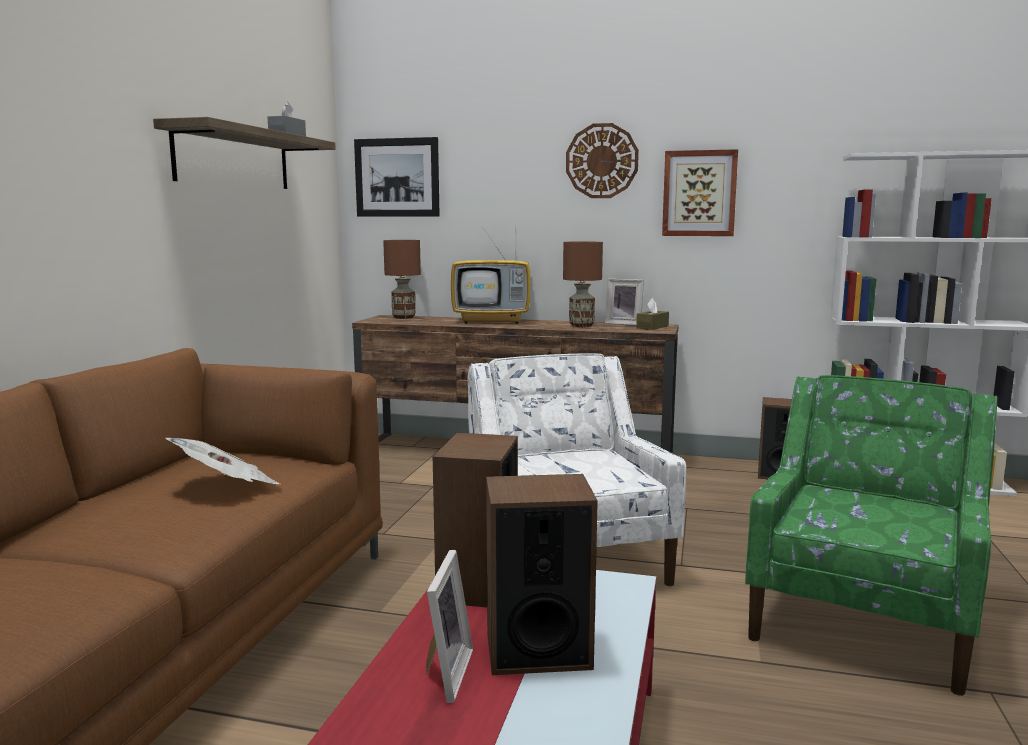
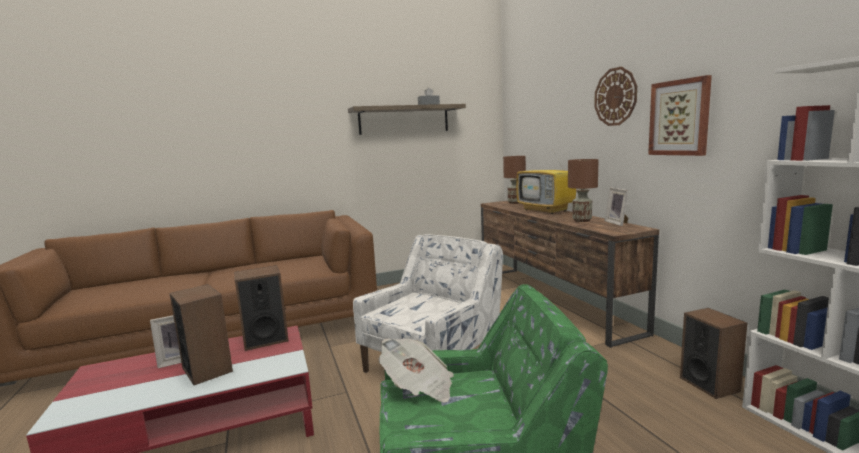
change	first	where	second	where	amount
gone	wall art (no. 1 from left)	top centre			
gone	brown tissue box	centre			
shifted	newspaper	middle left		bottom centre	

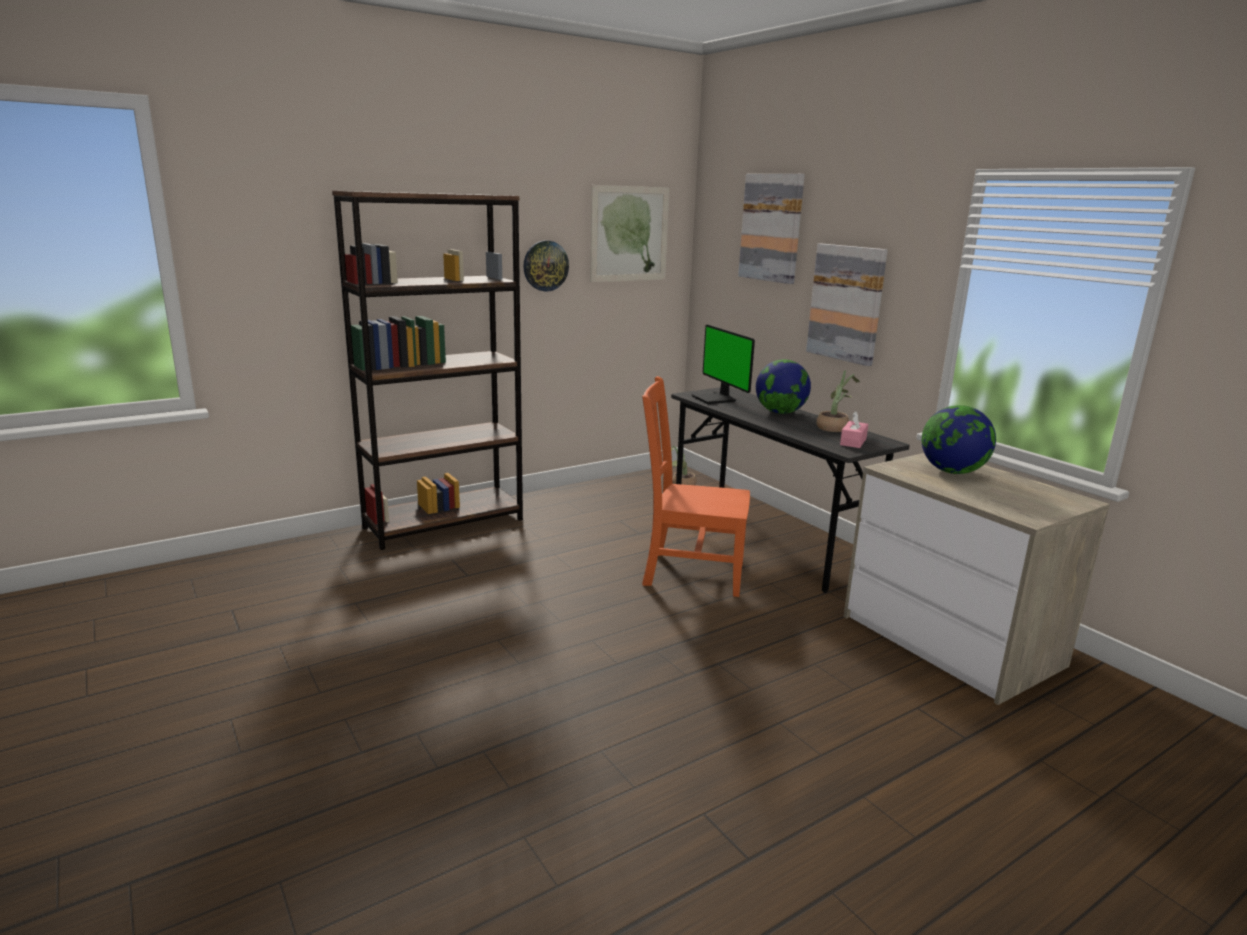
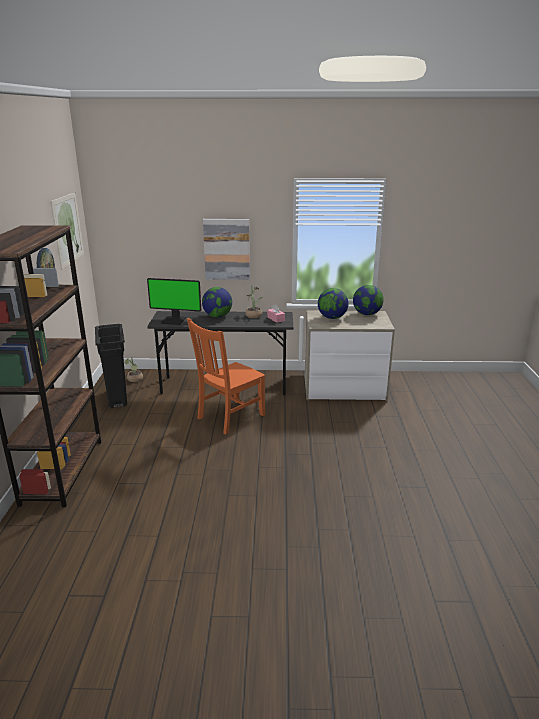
change	first	where	second	where	amount
gone	wall art (no. 2 from left)	top centre			
new			desk globe (no. 3 from left)	middle right	
new			black rubbish bin	middle left	

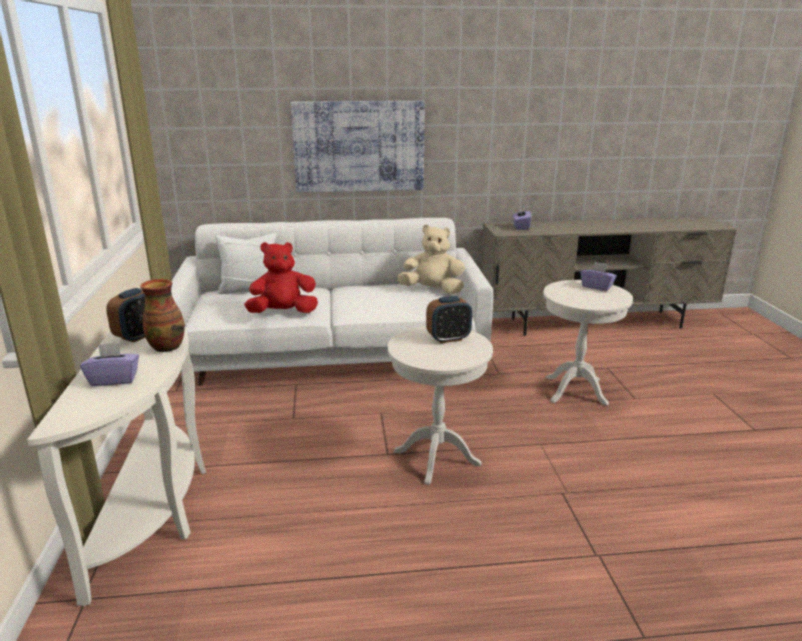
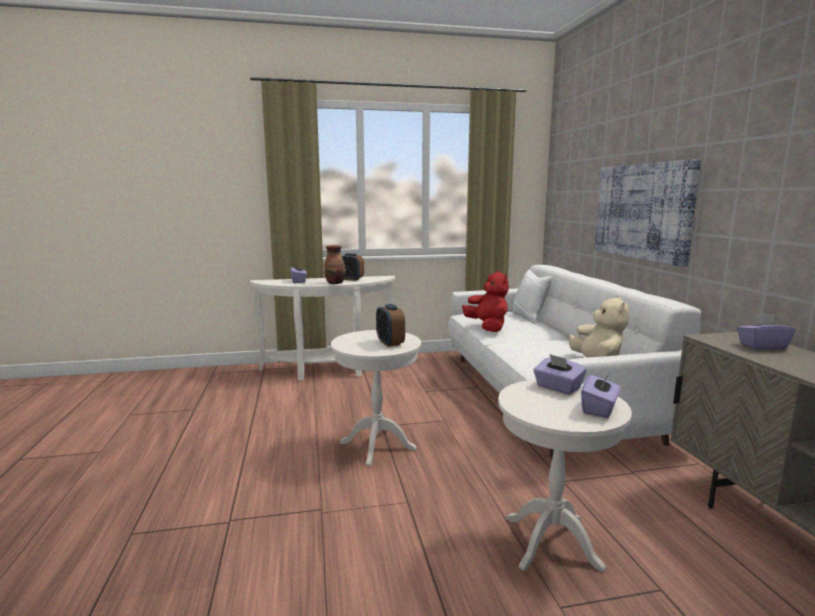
change	first	where	second	where	amount
new			purple-coloured tissue box (no. 2 from left)	middle right	

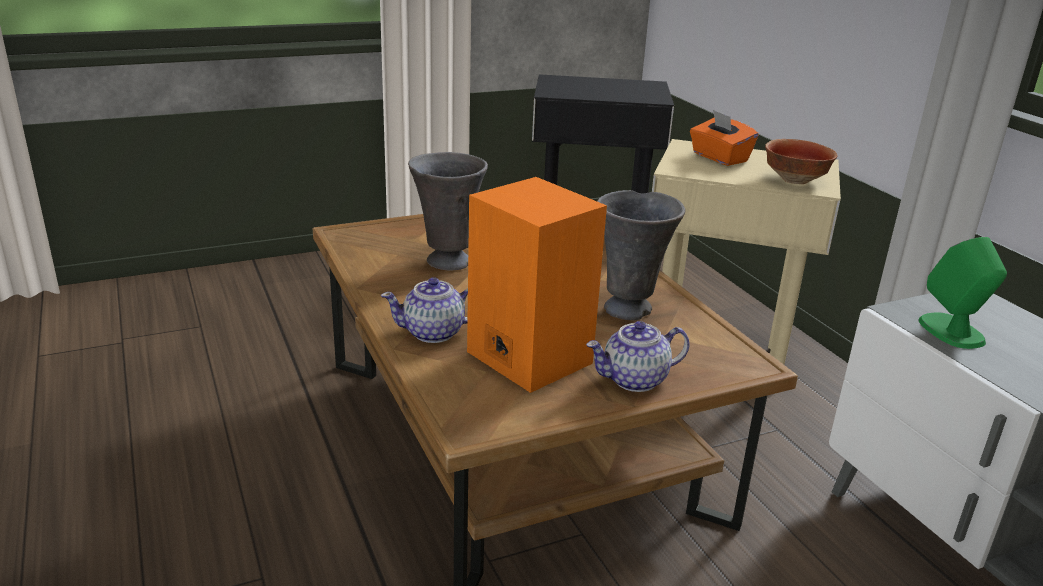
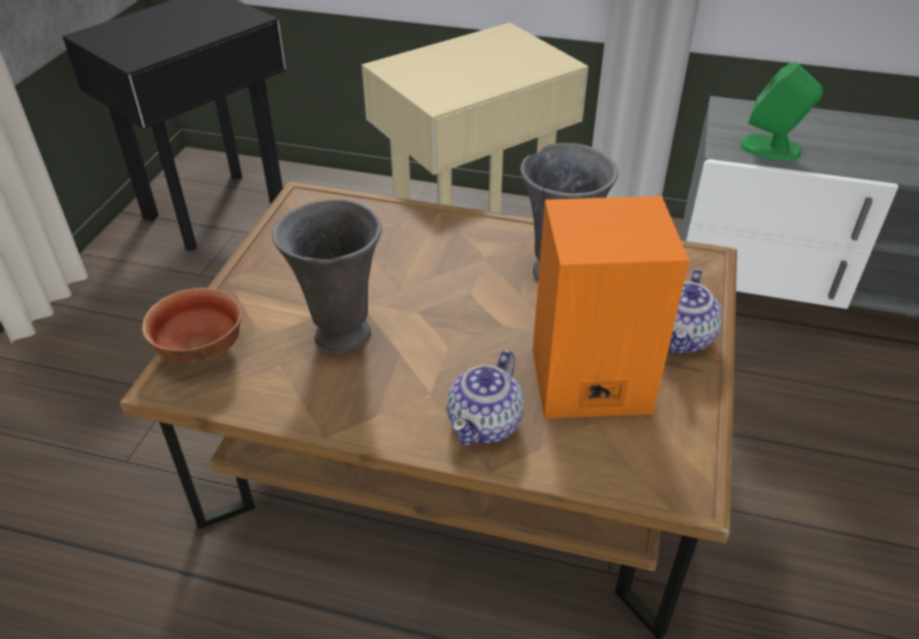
change	first	where	second	where	amount
gone	orange tissue box	top right			
shifted	deep dish	top right		middle left	

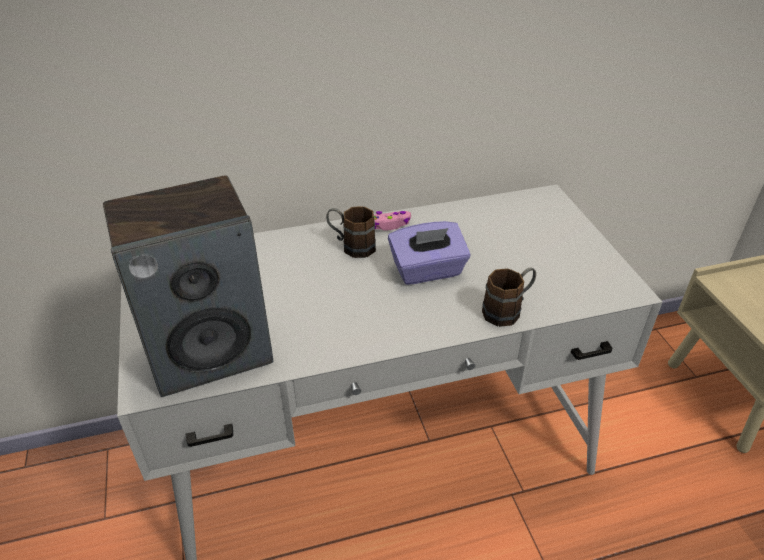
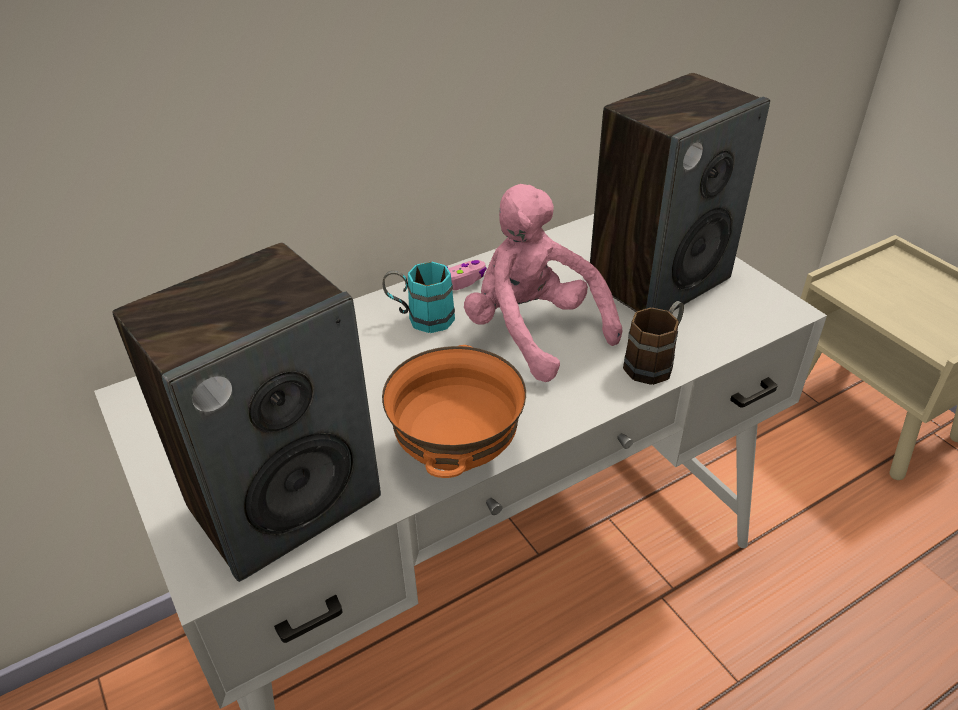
change	first	where	second	where	amount
repainted	brown mug (no. 1 from left)	centre	turquoise-coloured mug	centre	
swapped	purple-coloured tissue box	centre	pinkish cuddly toy	centre	
new			audio speaker (no. 2 from left)	top right	
new			orange deep dish	centre	

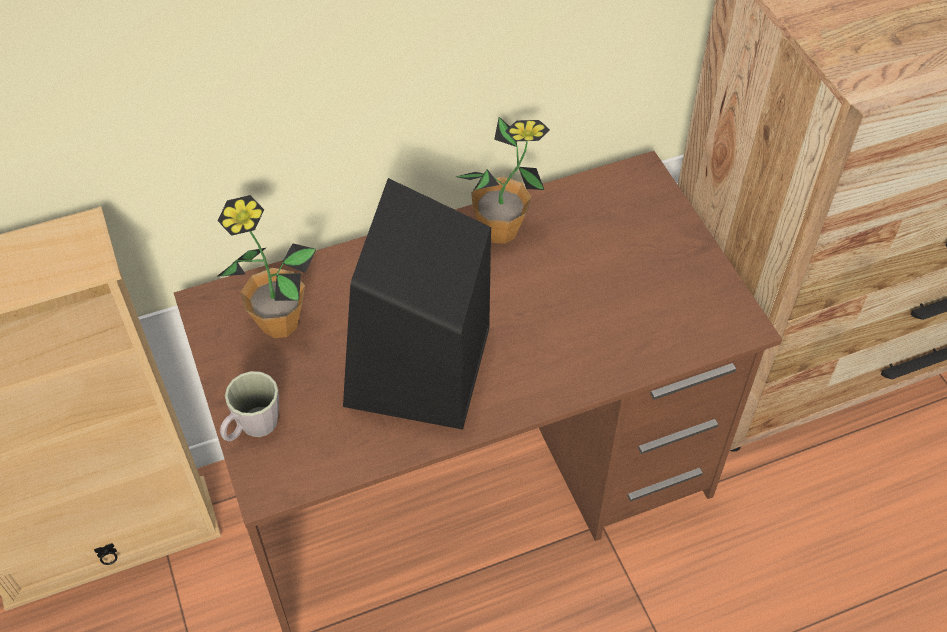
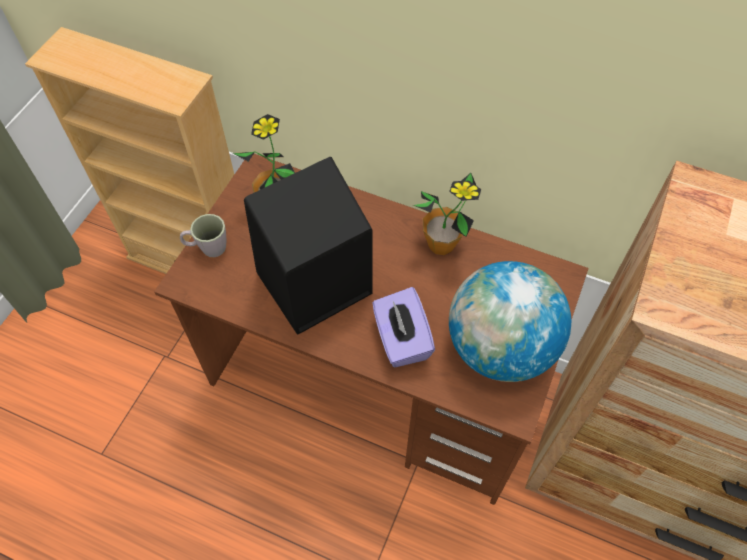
change	first	where	second	where	amount
new			desk globe	middle right	
new			purple-coloured tissue box	centre	

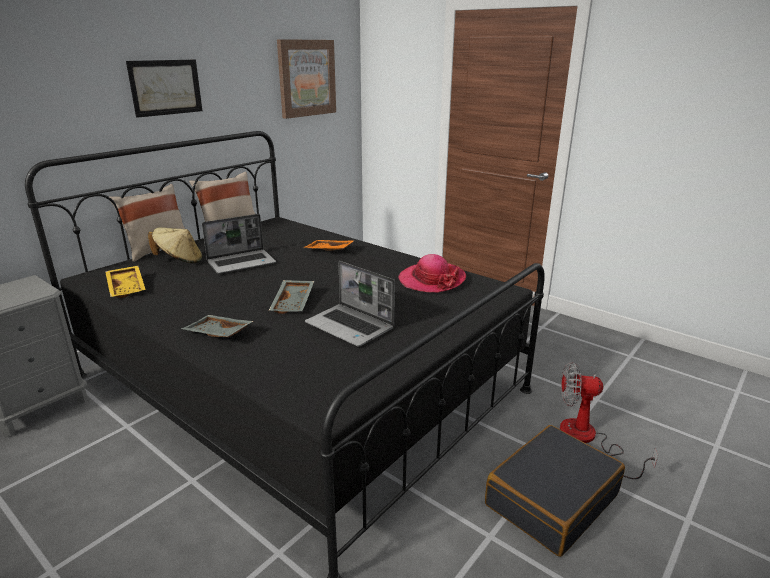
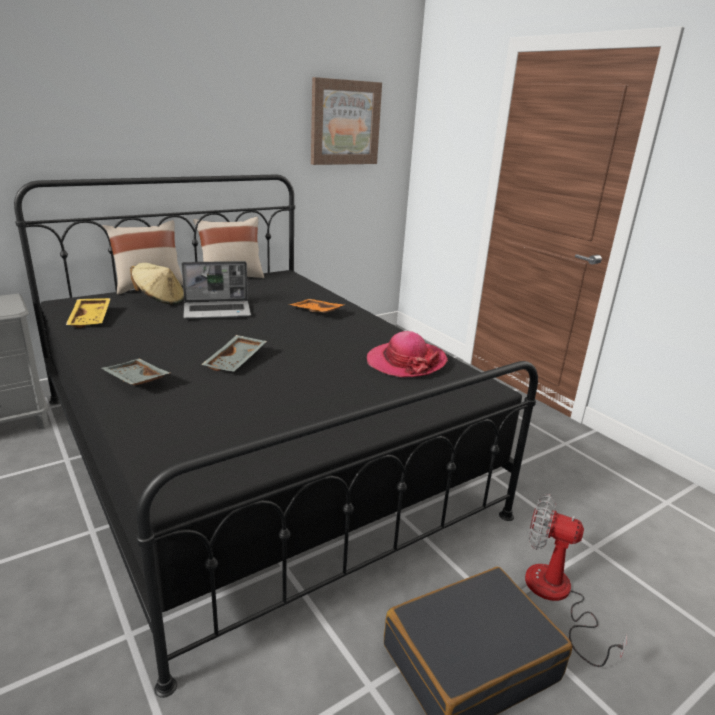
change	first	where	second	where	amount
gone	wall art (no. 1 from left)	top left			
gone	laptop (no. 2 from left)	centre			

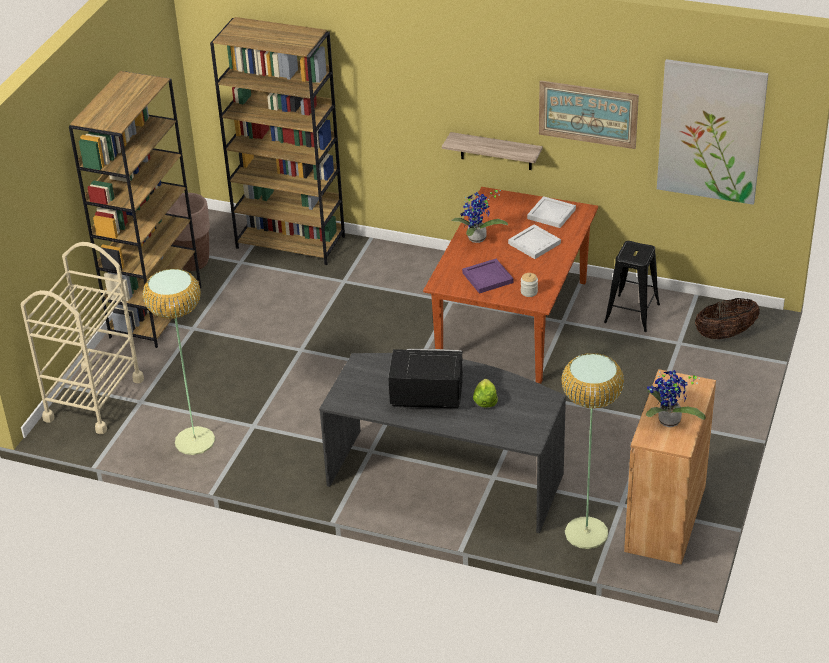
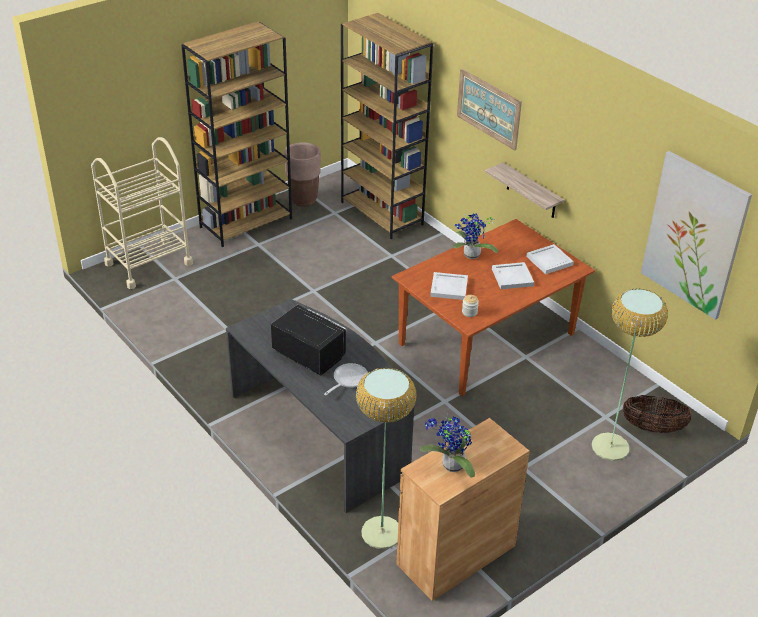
change	first	where	second	where	amount
shifted	wall art (no. 1 from left)	top right		top centre	
gone	black sitting stool	middle right			
repainted	purple-coloured serving tray	centre	white serving tray (no. 1 from left)	centre	
shifted	floor lamp (no. 1 from left in the first image)	middle left	floor lamp (no. 2 from left)	middle right	
swapped	lettuce head	centre	pan	centre	

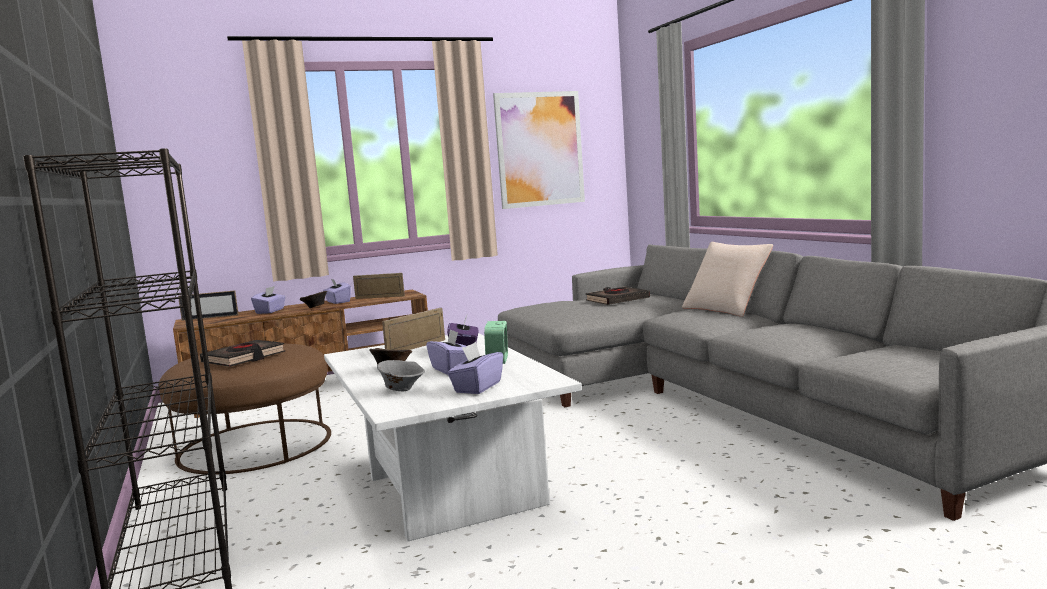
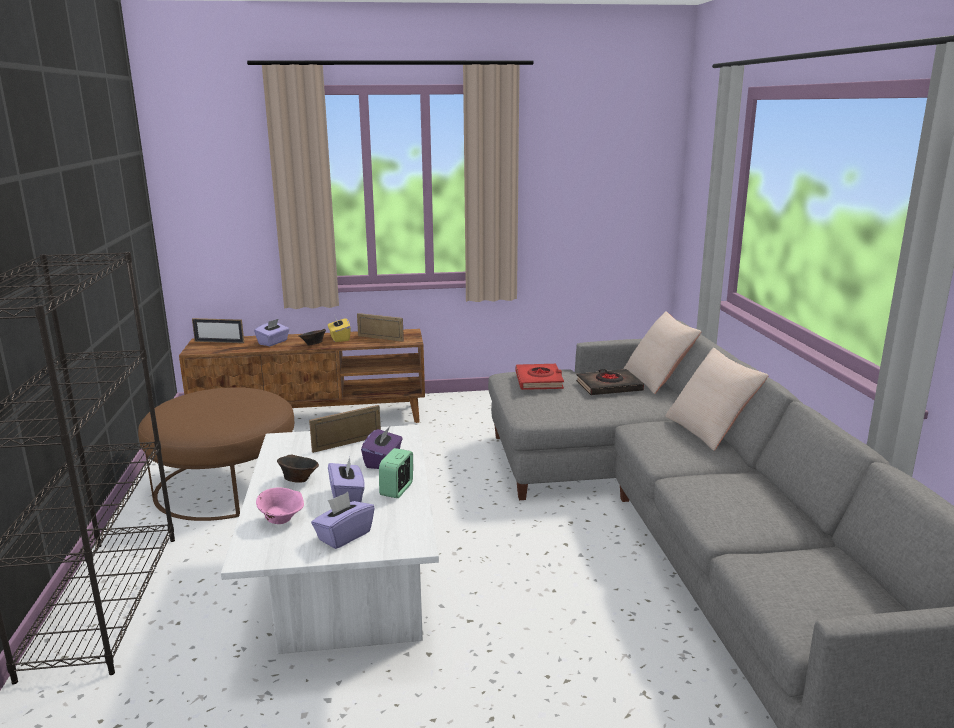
change	first	where	second	where	amount
gone	wall art	top centre			
repainted	purple-coloured tissue box (no. 2 from left)	middle left	yellow-coloured tissue box	centre	
gone	black book (no. 1 from left)	middle left			
repainted	greyish deep dish	centre	pinkish deep dish	bottom left	
new			beige-coloured cushion (no. 1 from left)	middle right	
new			red book	centre	

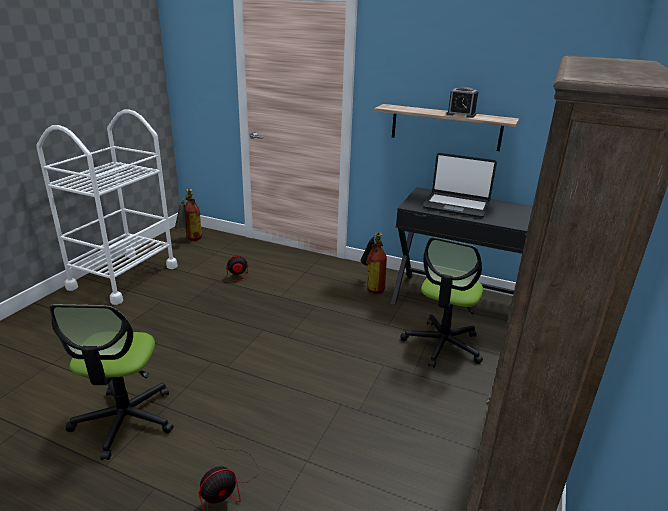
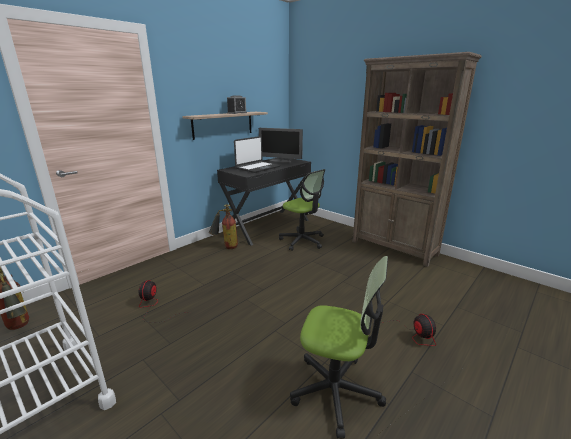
change	first	where	second	where	amount
new			computer display	top centre	

